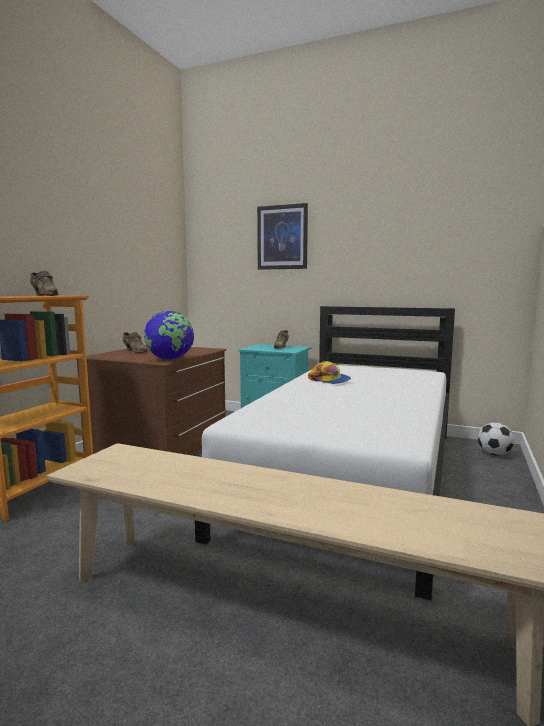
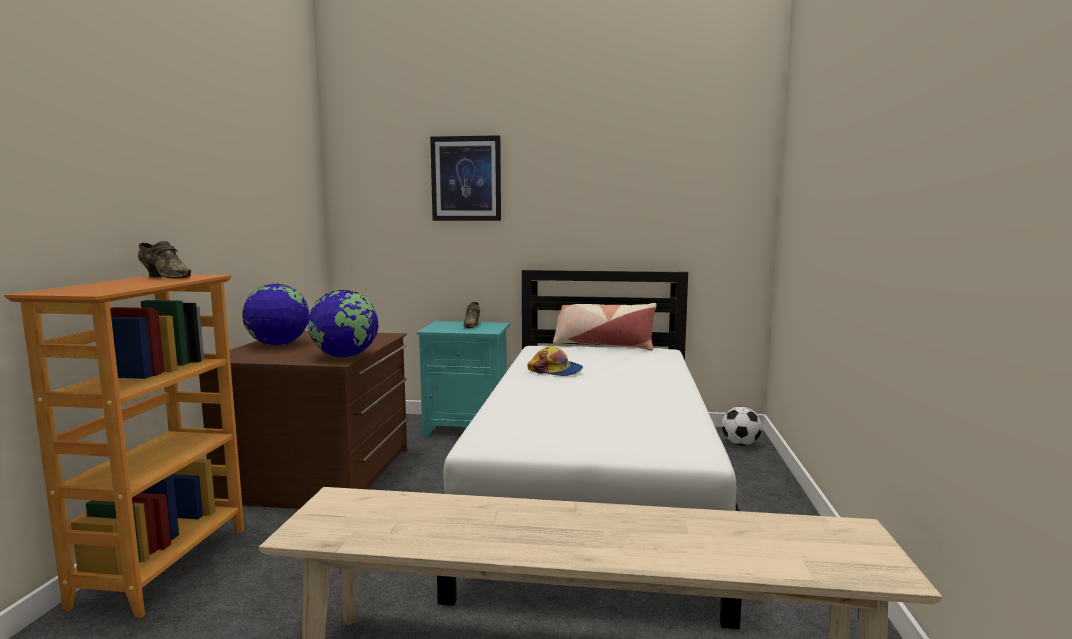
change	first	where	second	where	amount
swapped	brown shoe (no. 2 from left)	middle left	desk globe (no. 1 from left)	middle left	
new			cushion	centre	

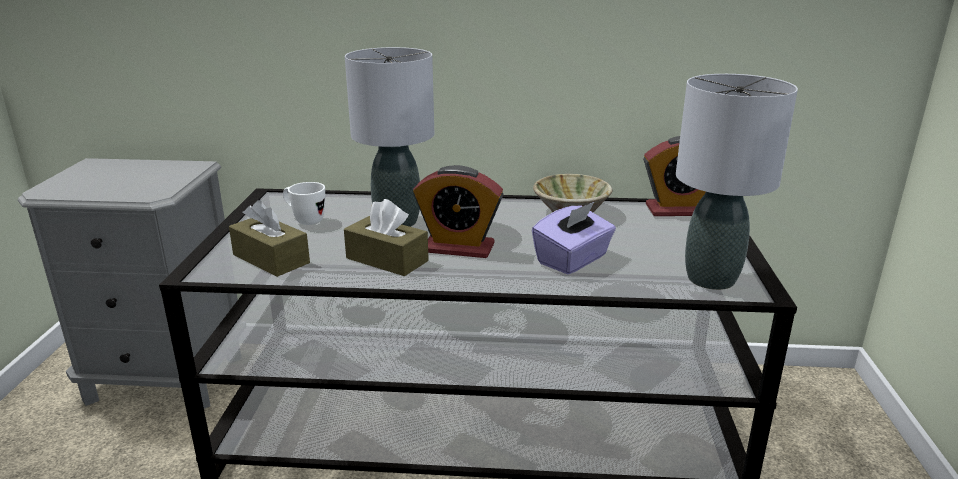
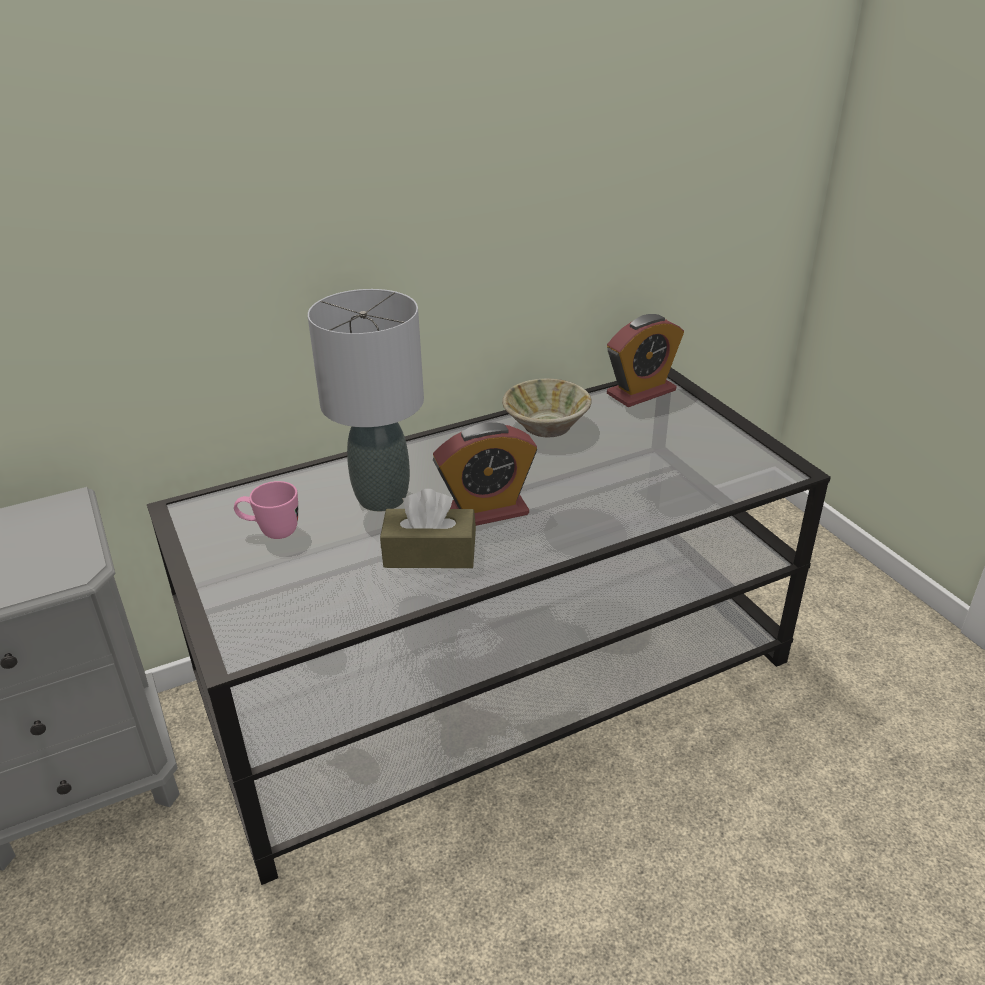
change	first	where	second	where	amount
gone	greyish table lamp (no. 2 from left)	middle right			
repainted	white mug	middle left	pinkish mug	middle left	
gone	brown tissue box (no. 1 from left)	middle left			
gone	purple-coloured tissue box	centre			

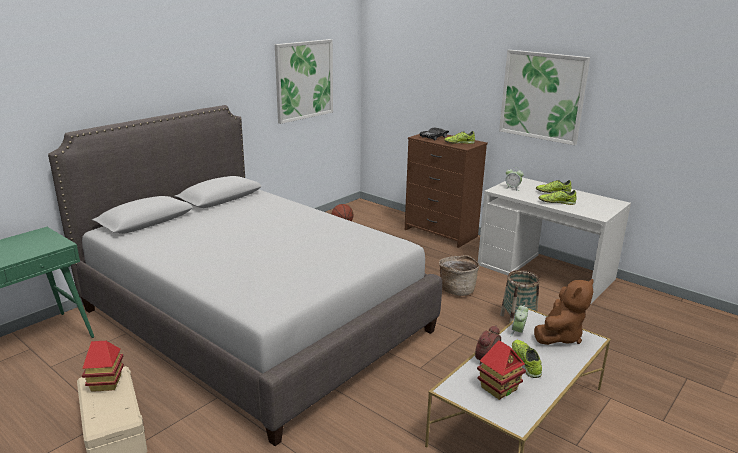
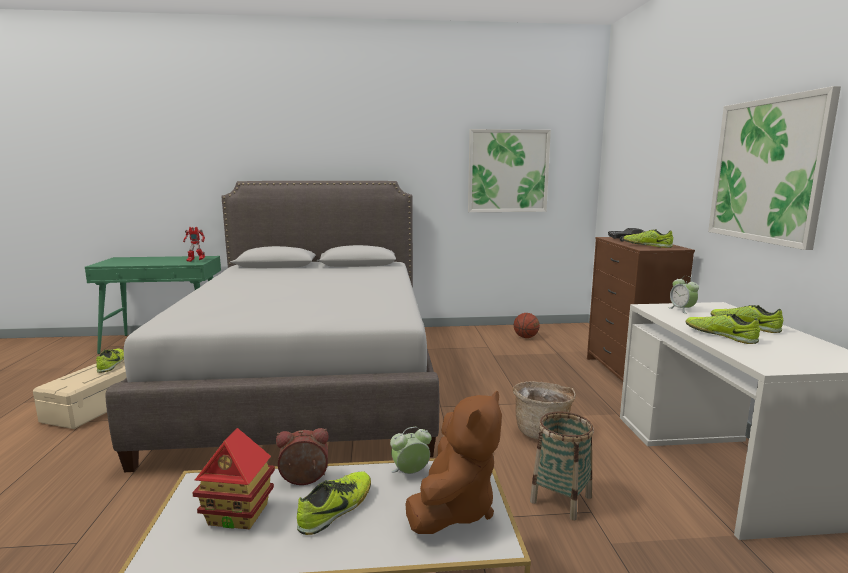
change	first	where	second	where	amount
rotated	brown cuddly toy	bottom right		bottom centre	60 degrees counterclockwise
swapped	miniature house (no. 1 from left)	bottom left	shoe (no. 1 from left)	middle left	
new			robot figure	middle left	

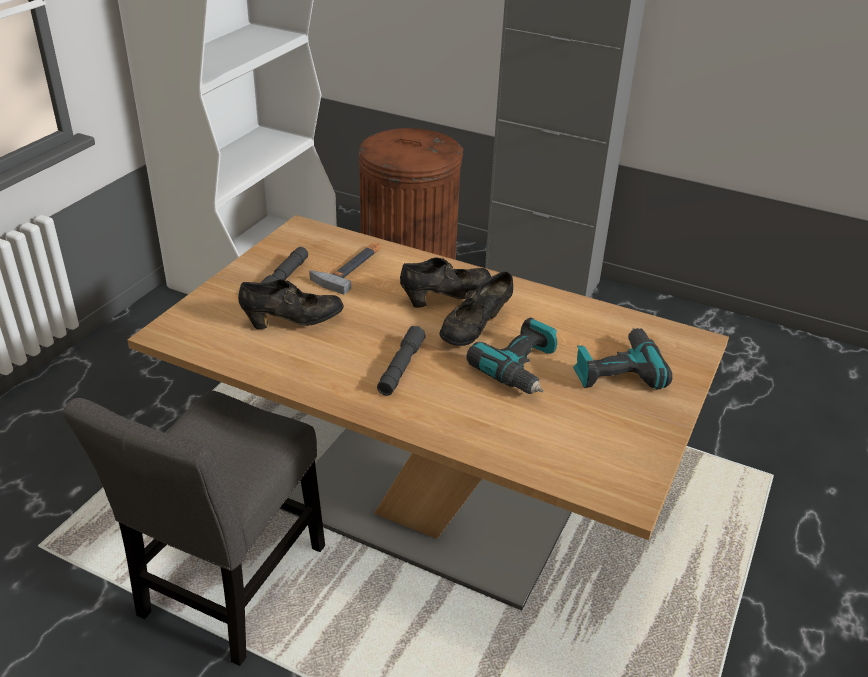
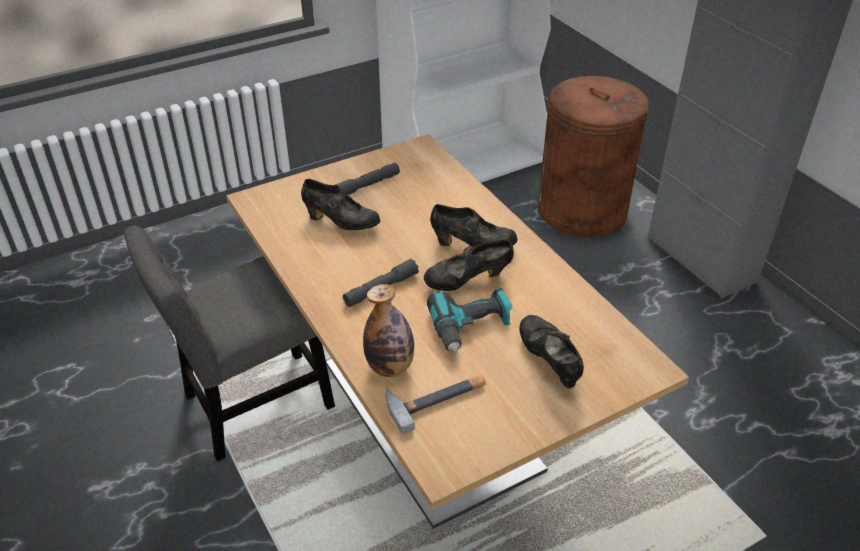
change	first	where	second	where	amount
shifted	tool hammer	centre		bottom centre	
swapped	drill (no. 2 from left)	middle right	black shoe (no. 4 from left)	centre	
new			bottle	centre	

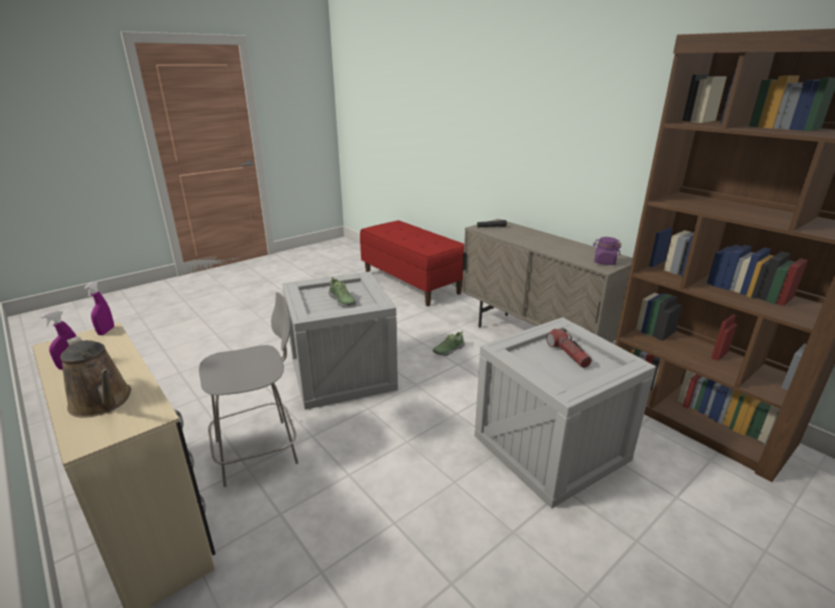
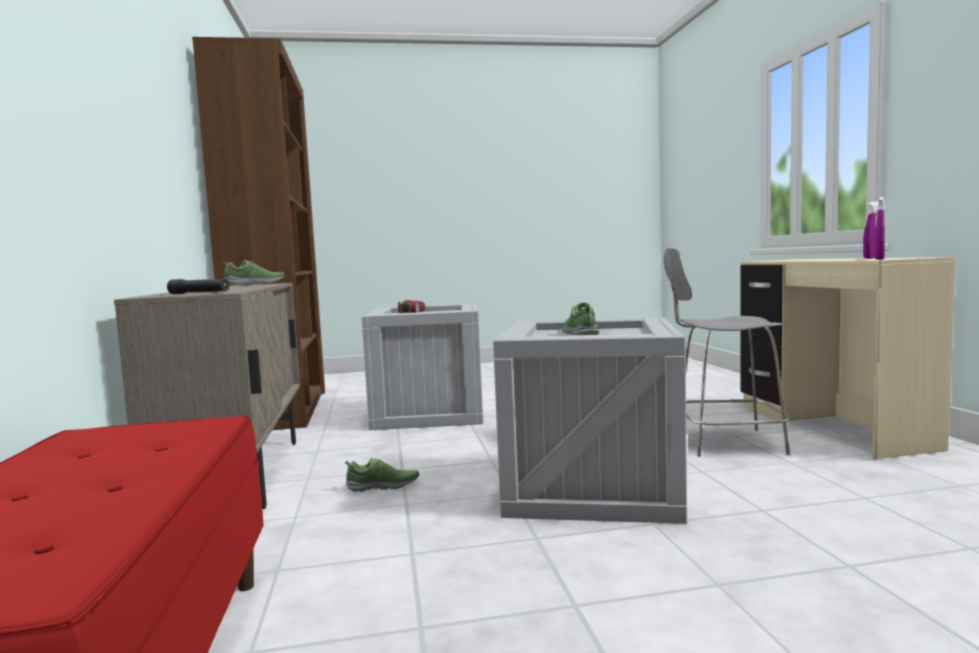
change	first	where	second	where	amount
swapped	purple-coloured storage jar	middle right	shoe (no. 1 from left)	middle left	
gone	brown sprinkling can	middle left			

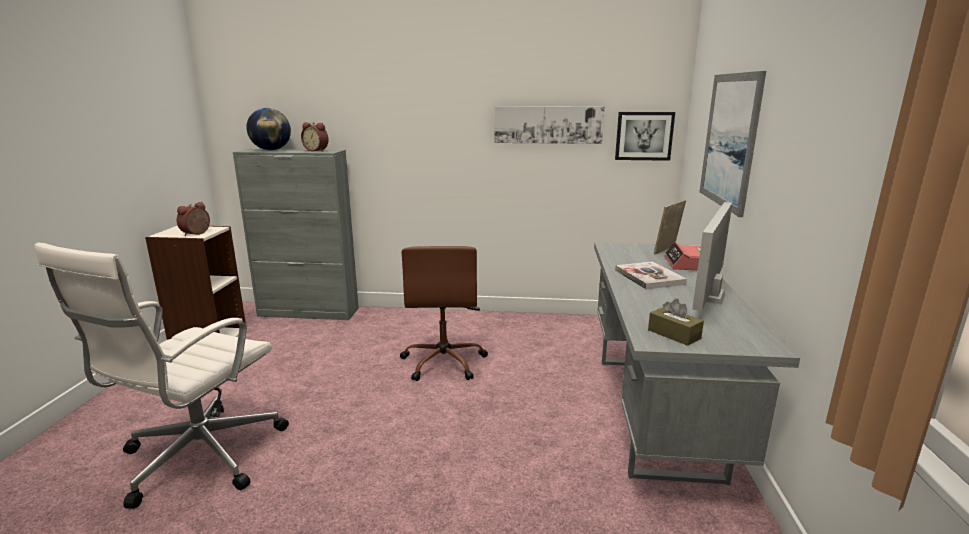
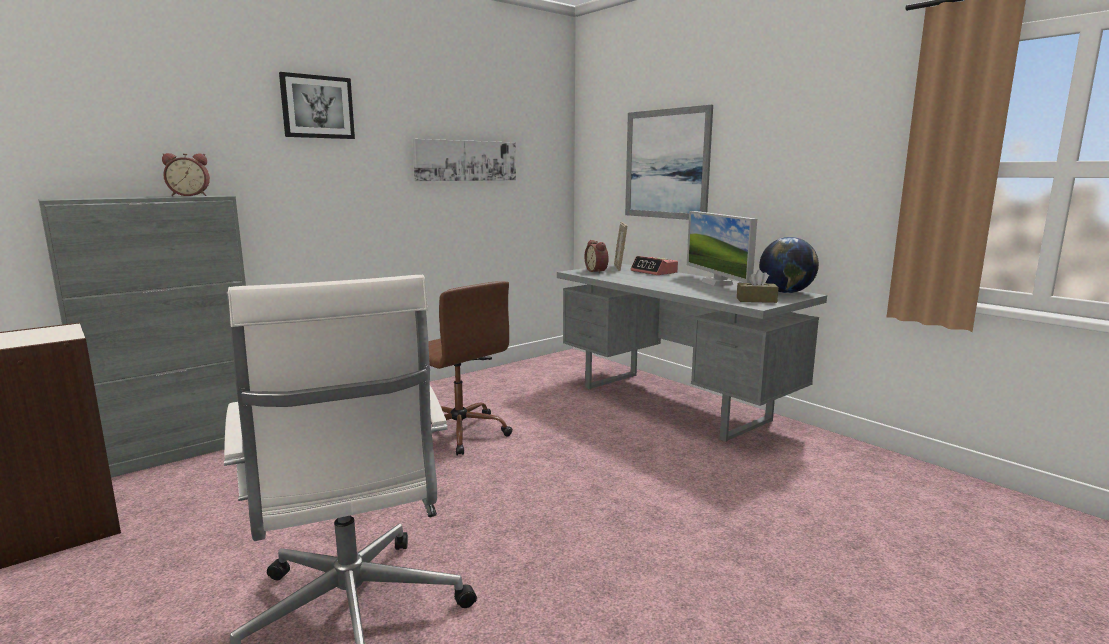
change	first	where	second	where	amount
shifted	desk globe	top left		middle right	
shifted	wall art (no. 2 from left in the first image)	top centre	wall art (no. 1 from left)	top left	
shifted	alarm clock (no. 1 from left in the first image)	middle left	alarm clock (no. 2 from left)	centre	
gone	book	middle right			

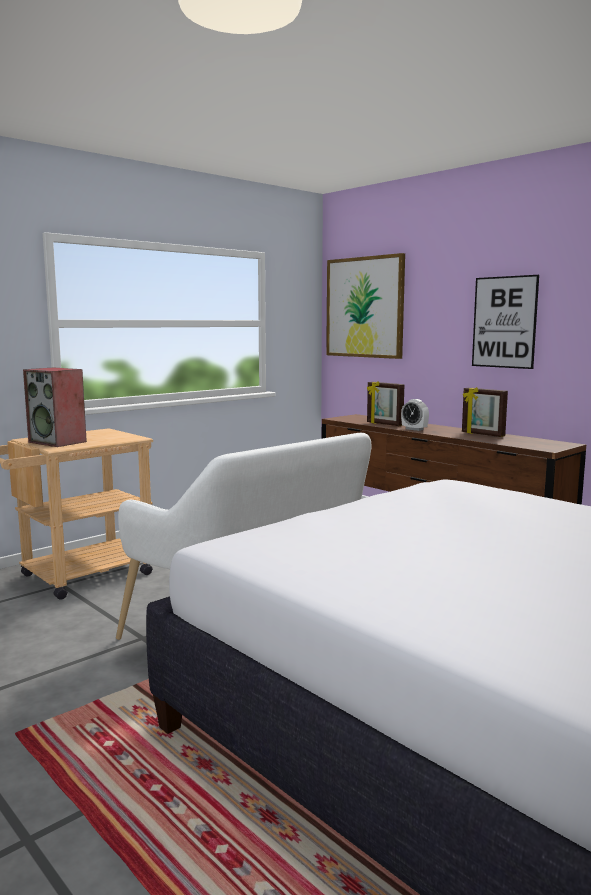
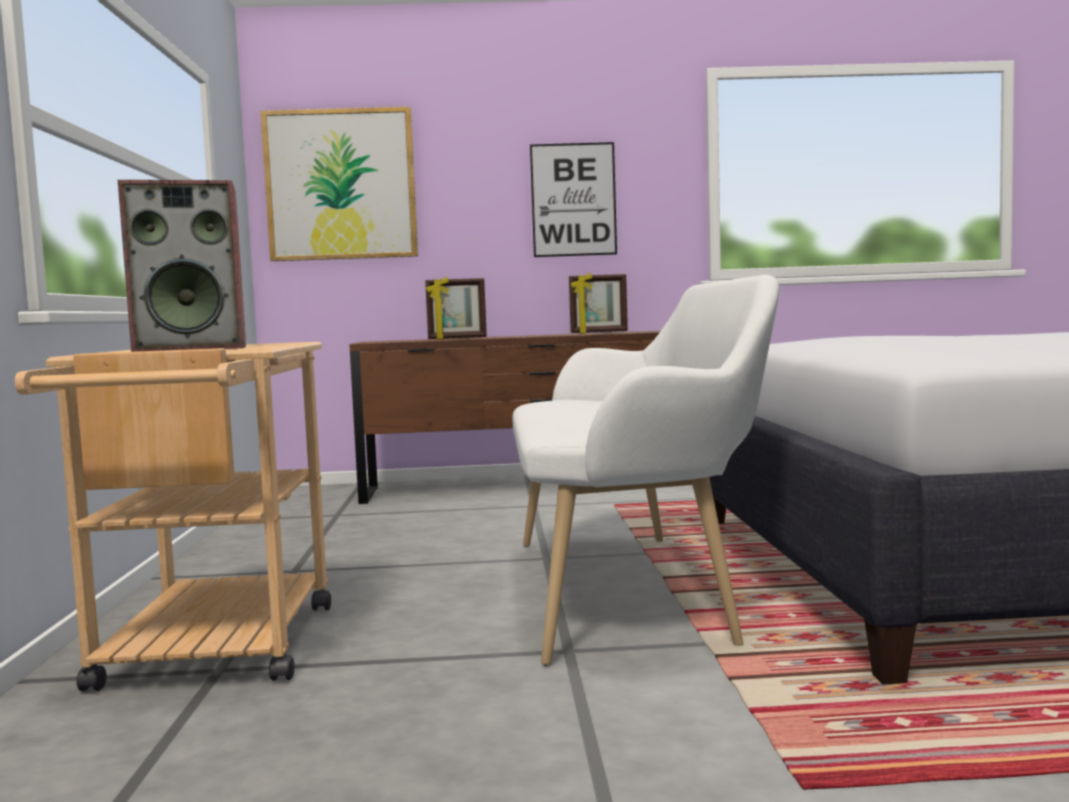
change	first	where	second	where	amount
gone	alarm clock	middle right			

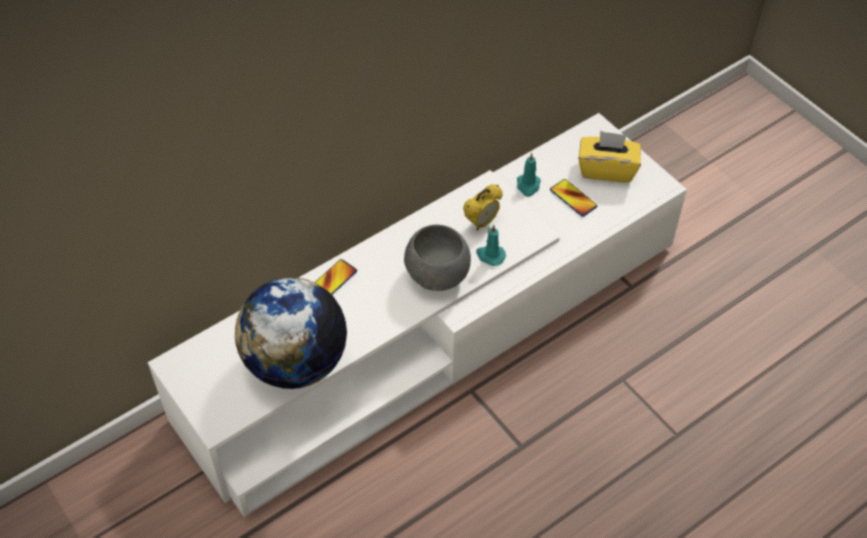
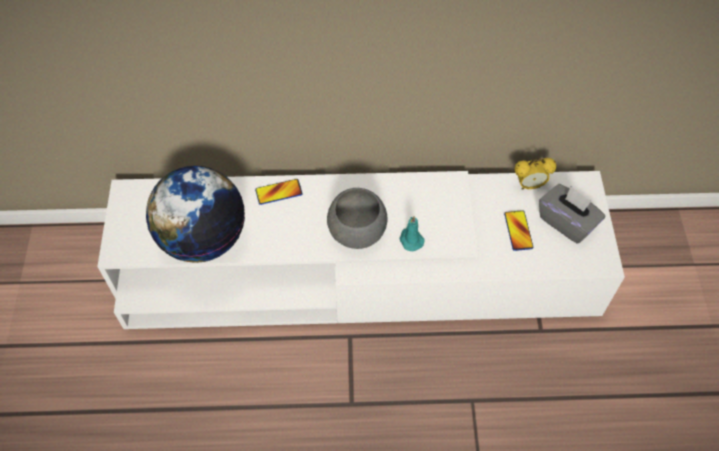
change	first	where	second	where	amount
repainted	yellow-coloured tissue box	top right	greyish tissue box	middle right	
gone	turquoise-coloured candle (no. 2 from left)	top centre			
shifted	alarm clock	centre		middle right	

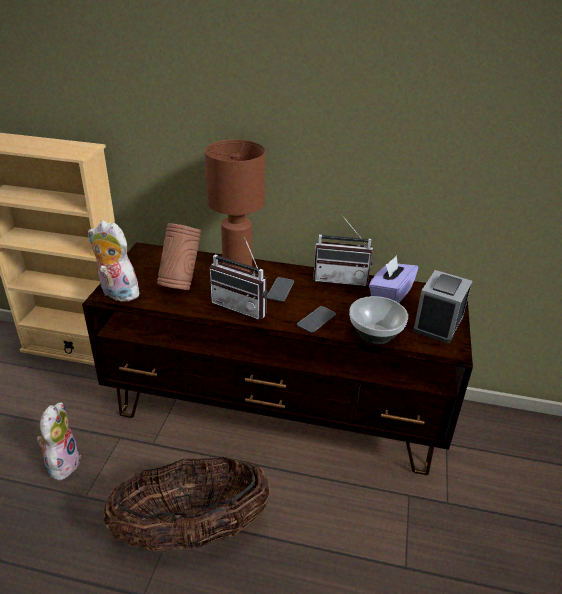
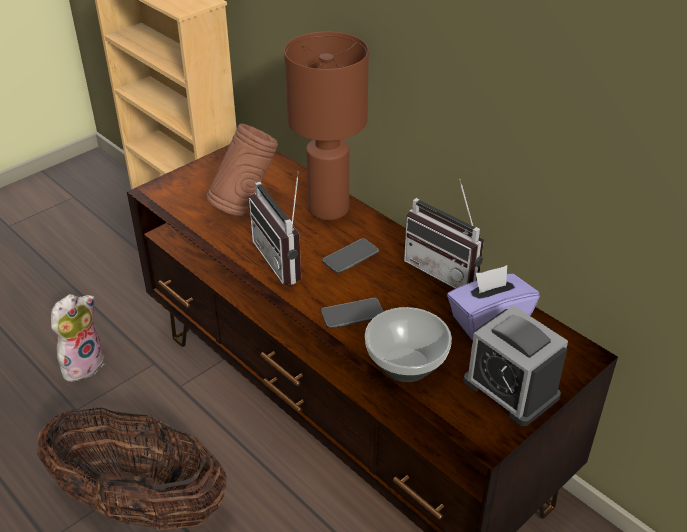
change	first	where	second	where	amount
gone	cuddly toy (no. 2 from left)	middle left			
rotated	alarm clock	middle right		bottom right	105 degrees counterclockwise

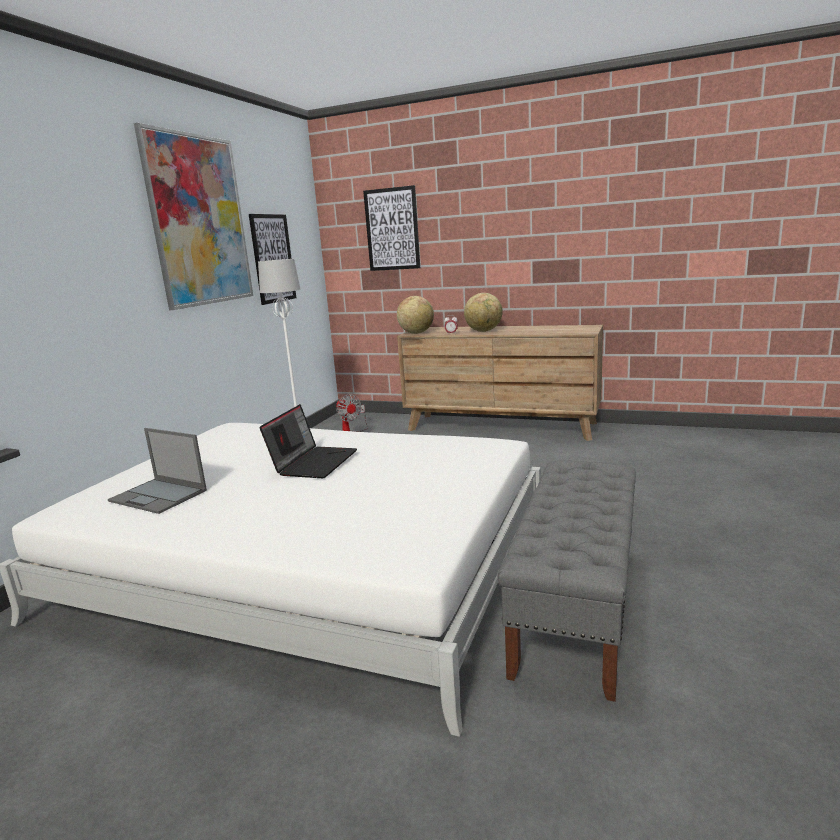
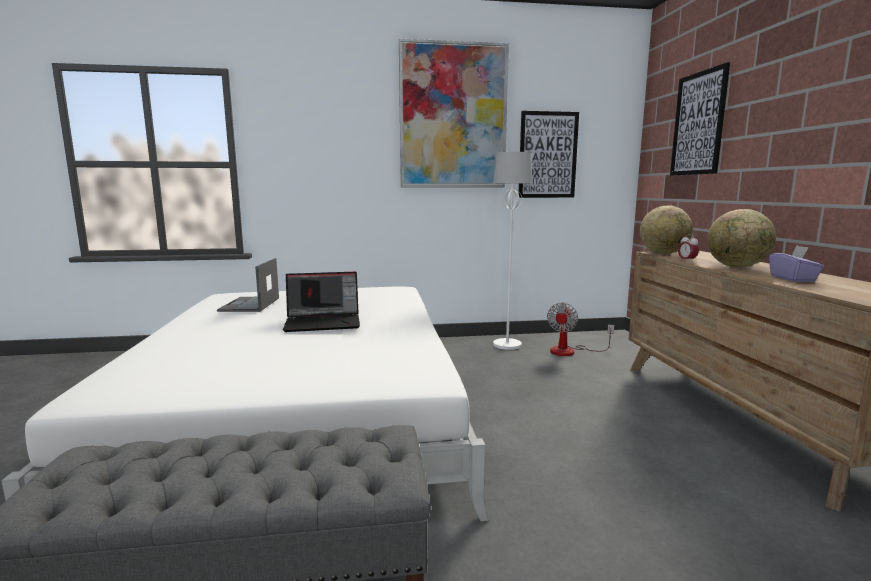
change	first	where	second	where	amount
new			purple-coloured tissue box	middle right	

